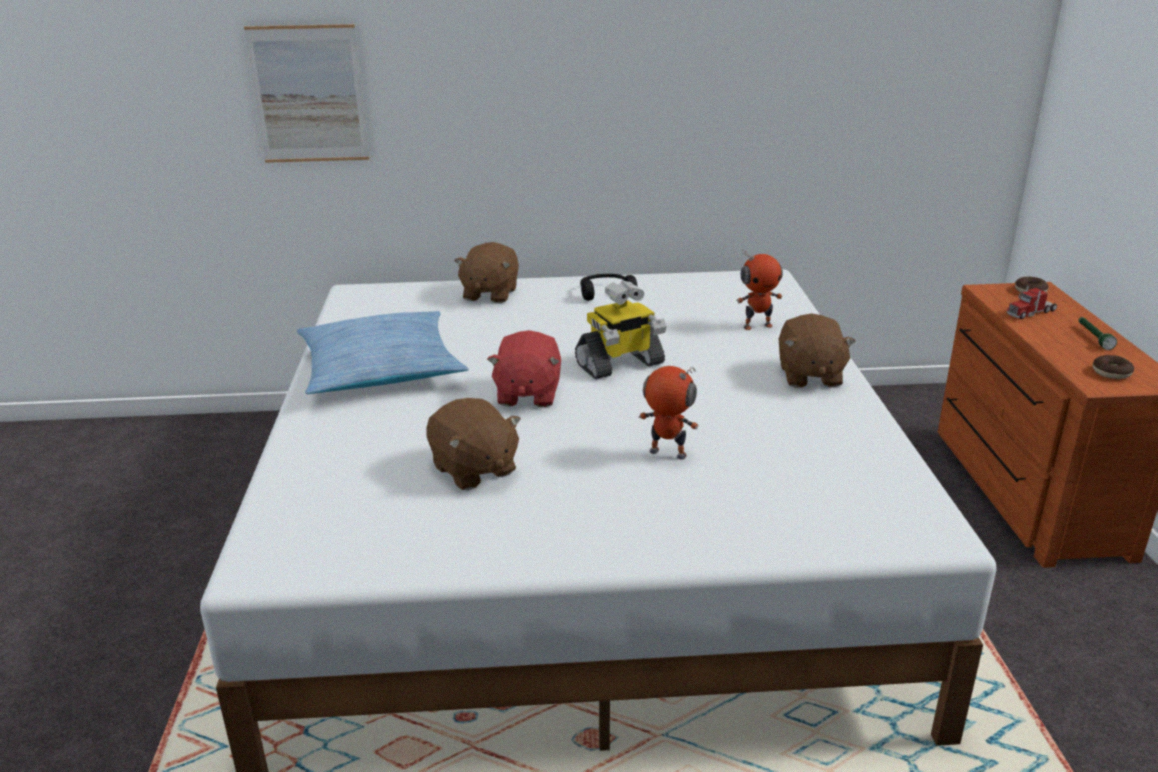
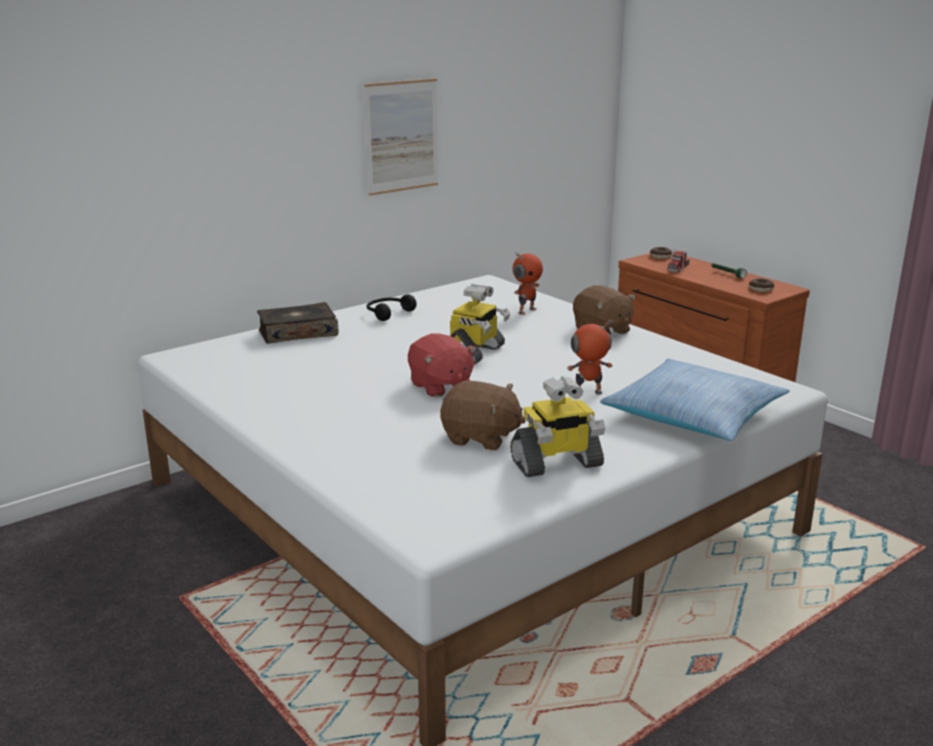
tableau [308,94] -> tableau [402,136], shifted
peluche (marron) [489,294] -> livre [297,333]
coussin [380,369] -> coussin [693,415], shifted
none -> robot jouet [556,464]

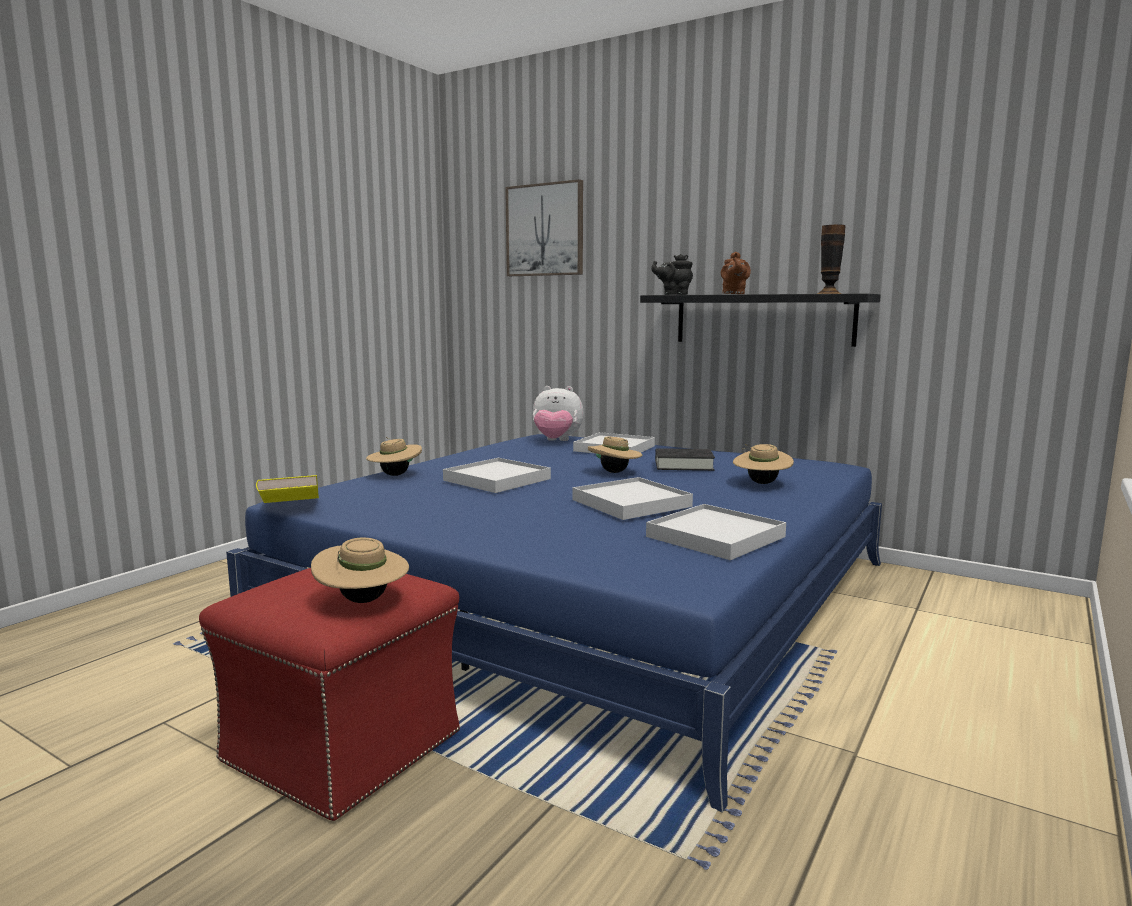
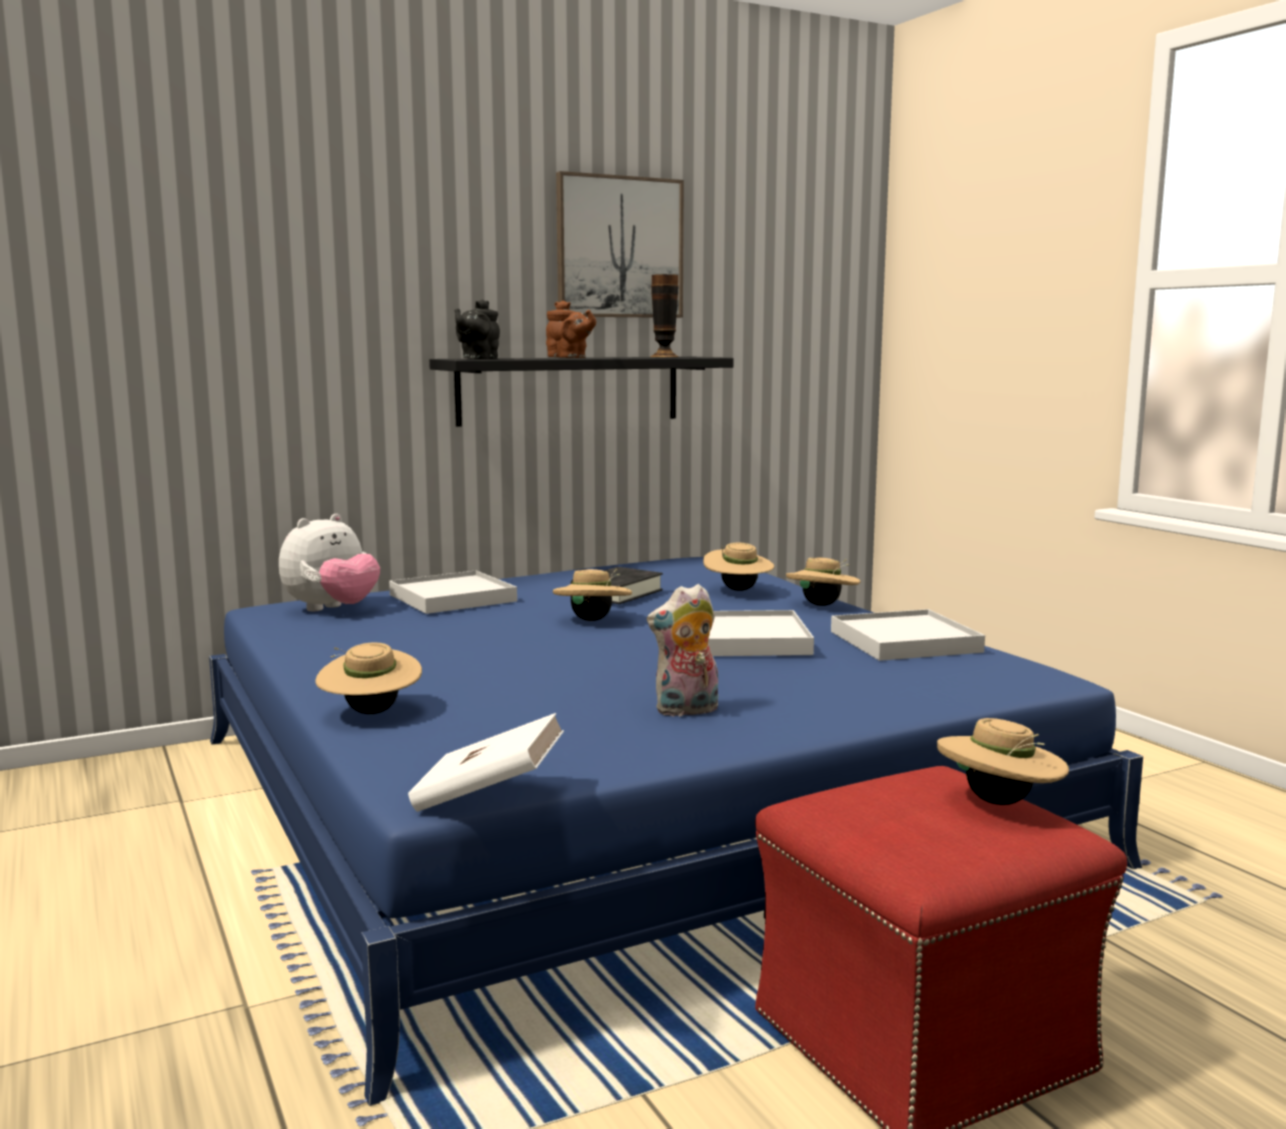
tableau [545,230] -> tableau [619,247], shifted
plateau (blanc) [497,480] -> none
livre (jaune) [290,508] -> livre (blanc) [488,796]
none -> chapeau (beige) [822,605]
none -> peluche [686,711]

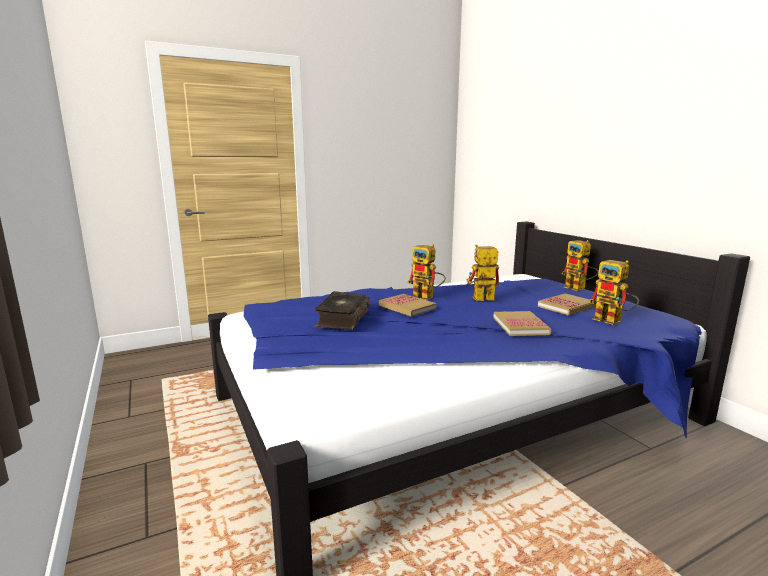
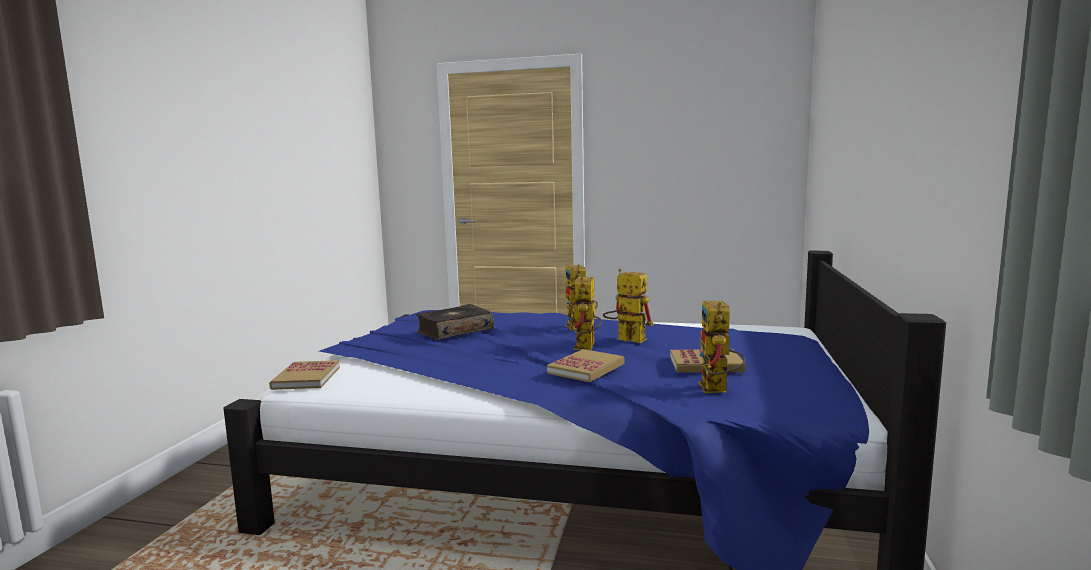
robot jouet [579,289] -> robot jouet [586,348], shifted
livre [407,307] -> livre [306,378], shifted

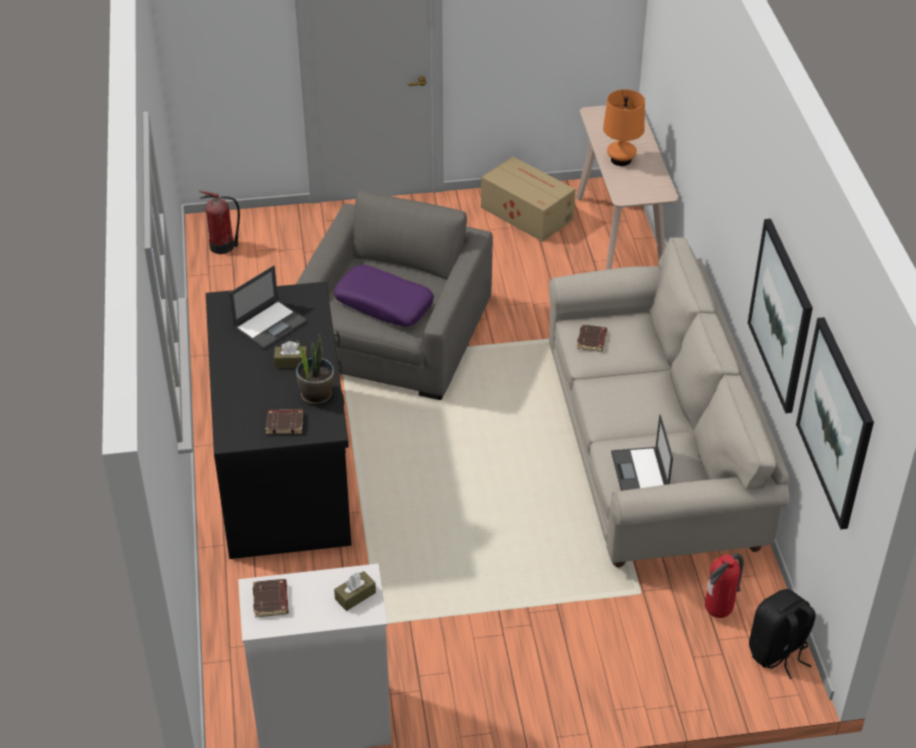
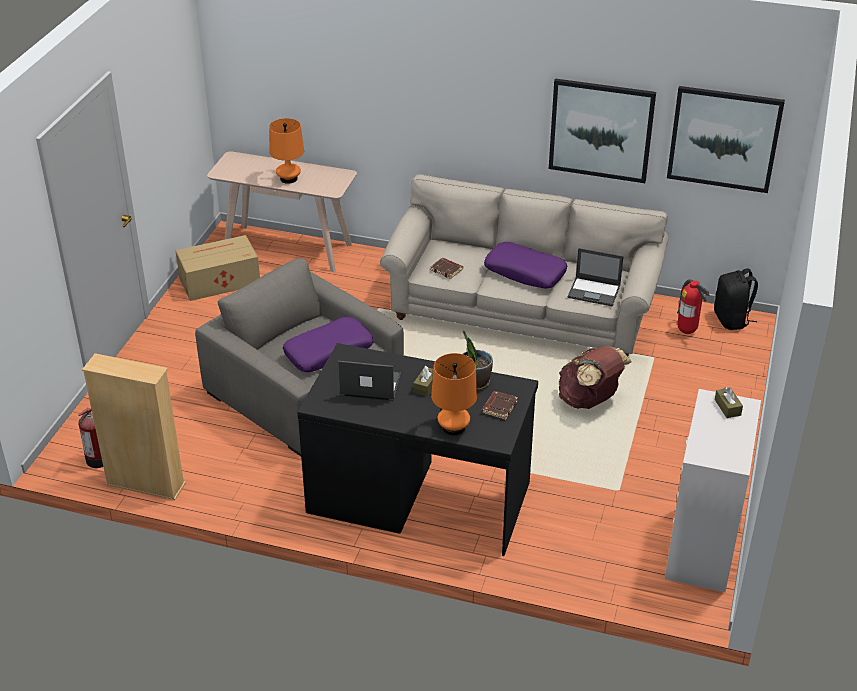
ordinateur portable [270,324] -> ordinateur portable [369,385], 60 degrees counterclockwise
livre (marron) [271,601] -> none
none -> coussin (violet) [525,272]
none -> sac à dos (marron) [589,400]
none -> bibliothèque (beige) [145,484]
none -> lampe de table (orange) [453,427]

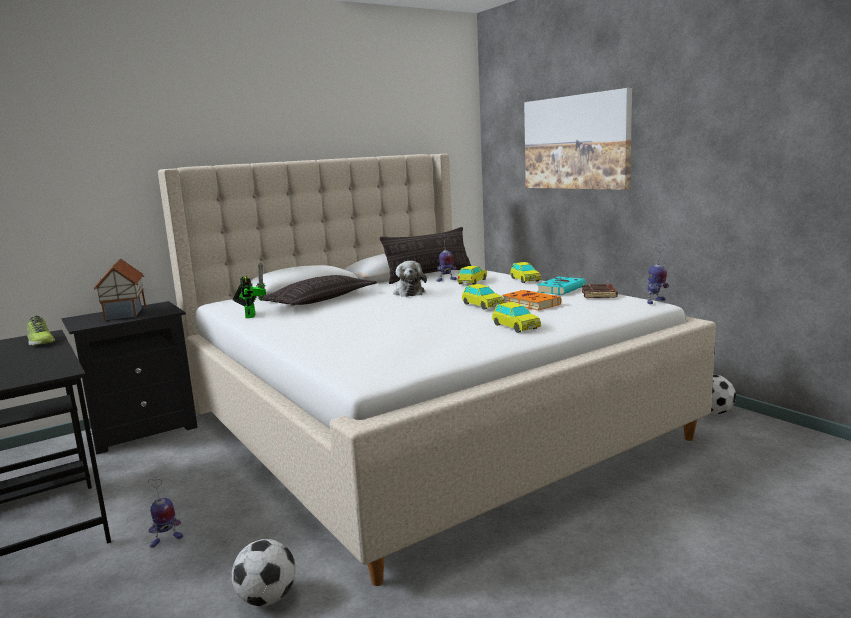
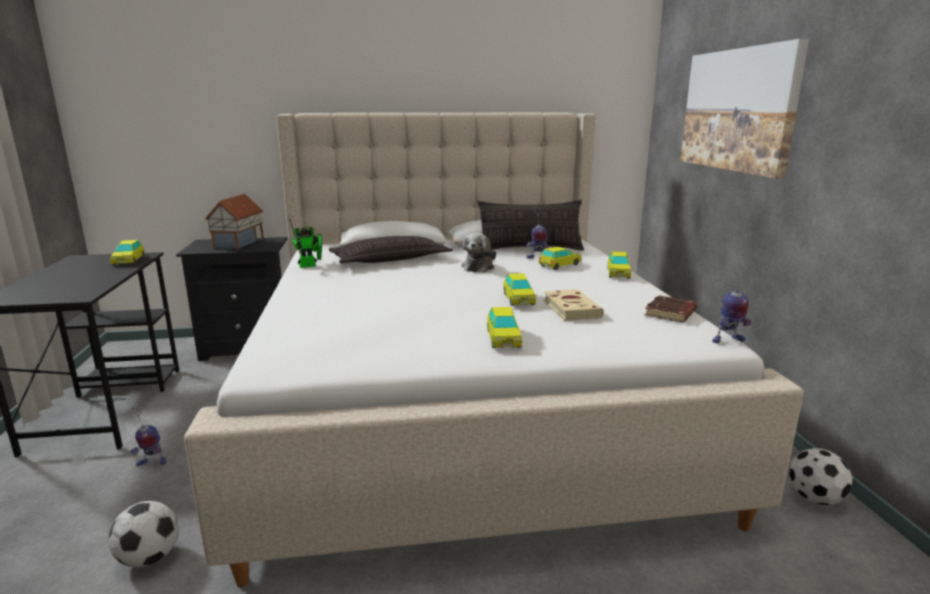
robot jouet [251,315] -> robot jouet [310,266], 45 degrees clockwise
livre (turquoise) [561,289] -> none
livre (orange) [529,303] -> livre (beige) [570,308]
chaussure [40,341] -> petite voiture [129,261]

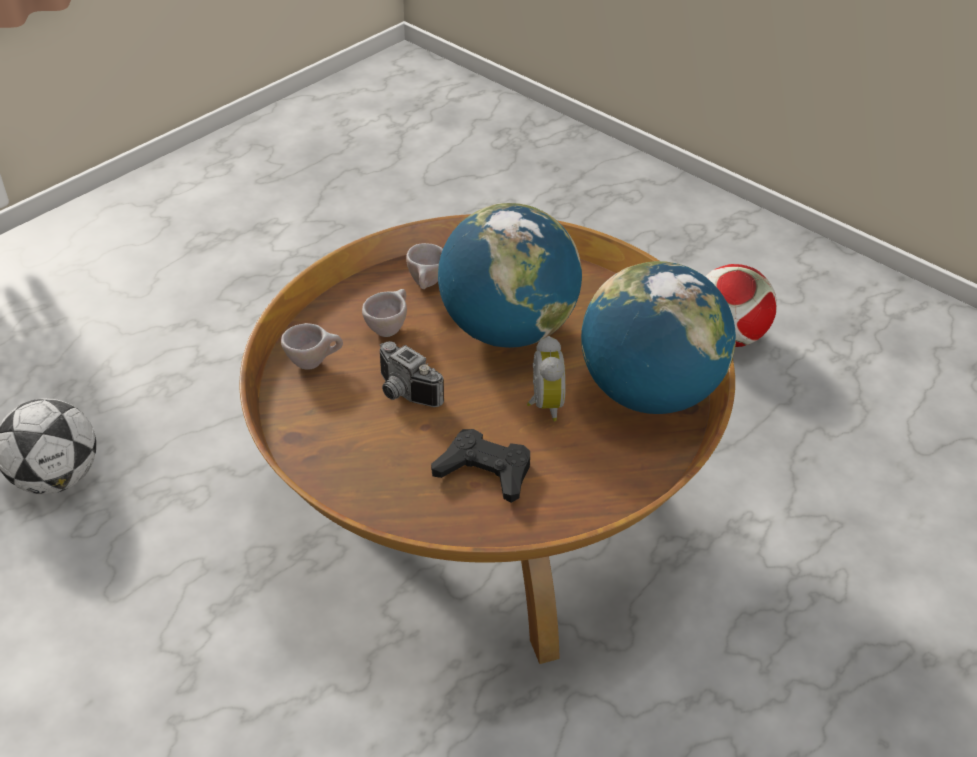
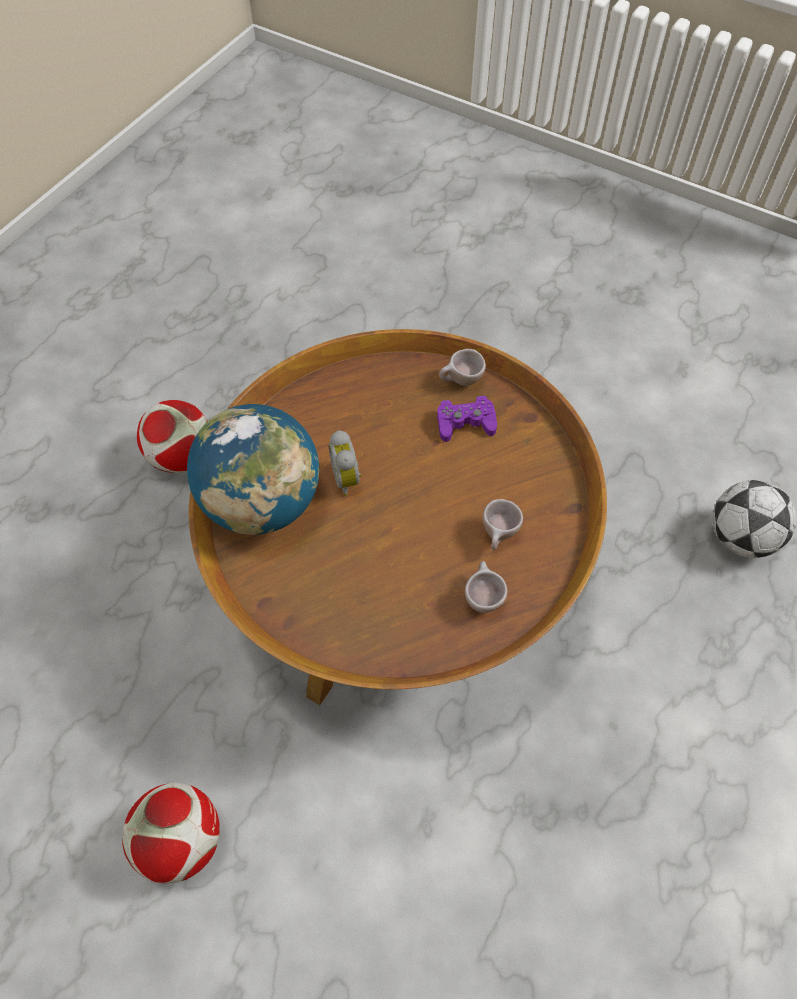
globe [507,330] -> none
tasse (beige) [314,362] -> tasse (beige) [460,382], shifted
appareil photo [403,394] -> none
manette (noir) [484,471] -> none
none -> manette (violet) [465,423]
none -> ballon de foot [182,456]

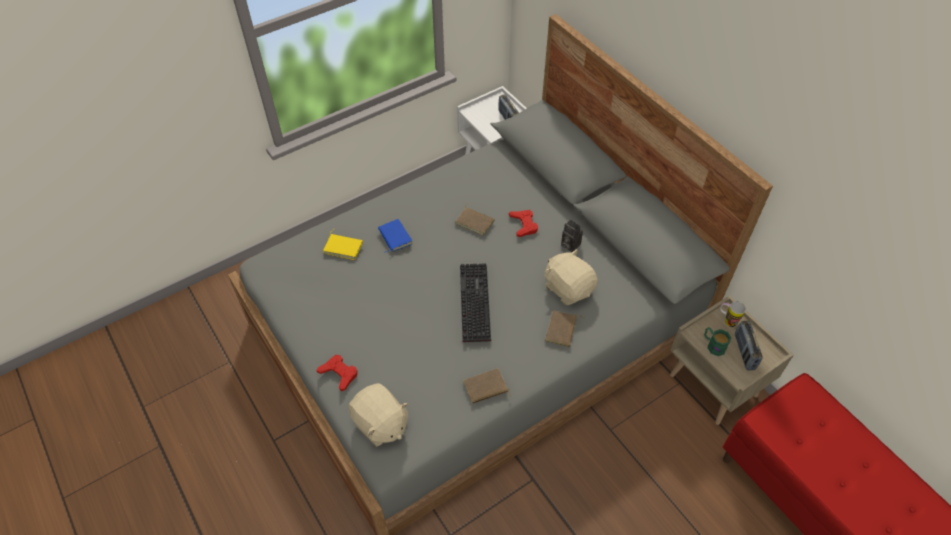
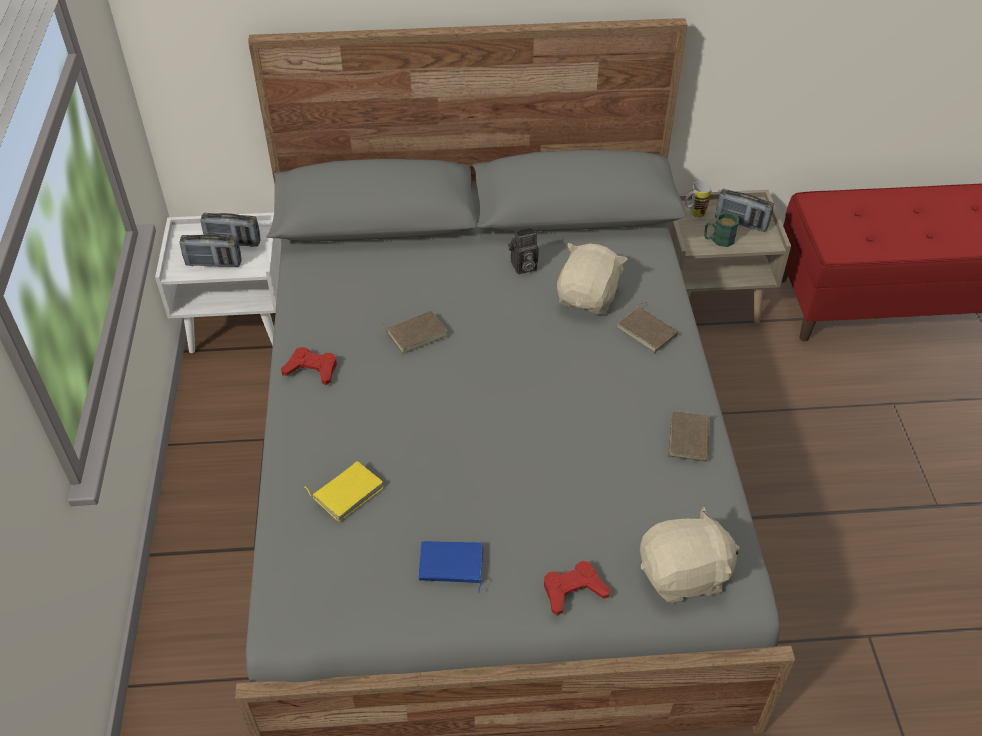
manette (rouge) [523,225] -> manette (rouge) [311,369], shifted
livre (bleu) [394,237] -> livre (bleu) [450,566], shifted
peluche (beige) [568,288] -> peluche (beige) [588,297], 120 degrees clockwise
clavier [473,301] -> none
none -> radio [214,263]

